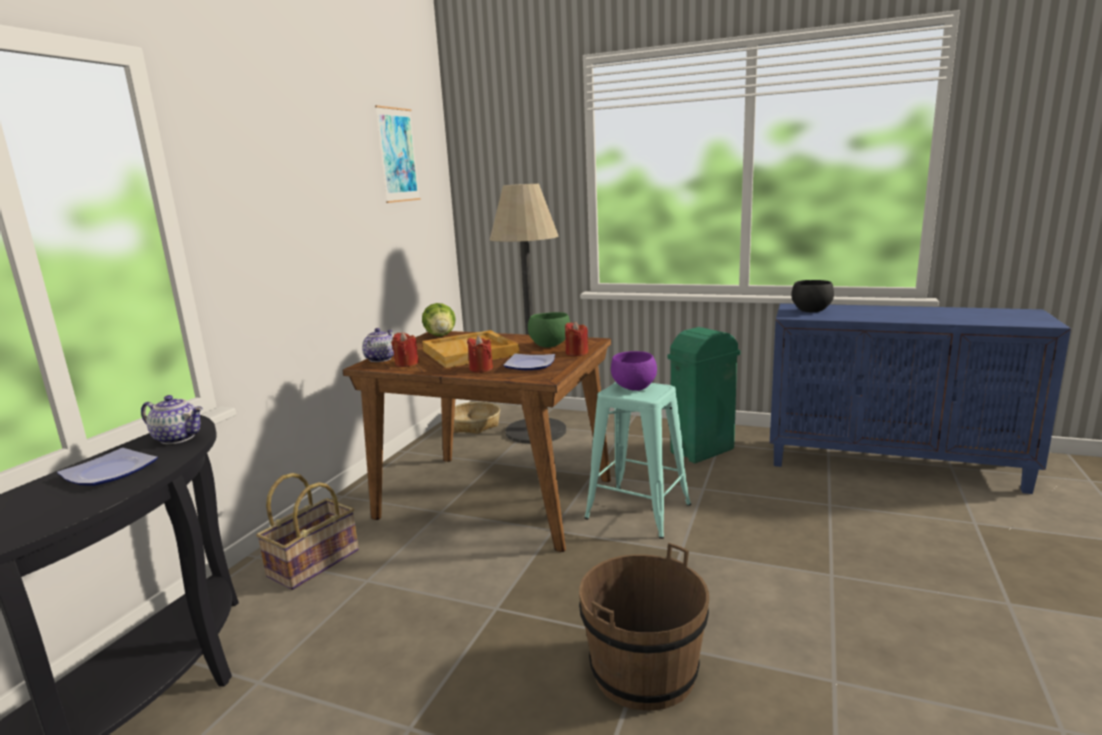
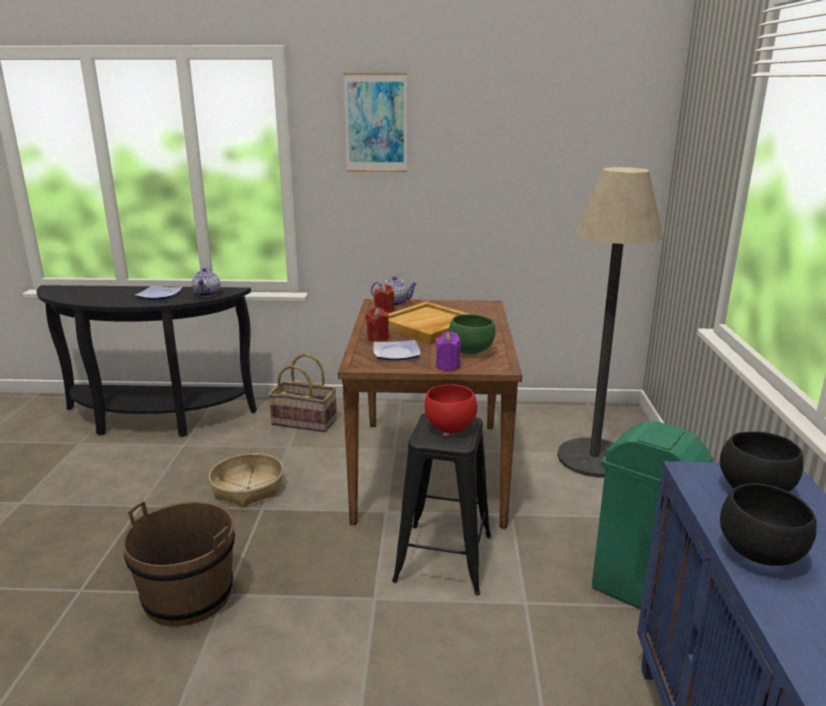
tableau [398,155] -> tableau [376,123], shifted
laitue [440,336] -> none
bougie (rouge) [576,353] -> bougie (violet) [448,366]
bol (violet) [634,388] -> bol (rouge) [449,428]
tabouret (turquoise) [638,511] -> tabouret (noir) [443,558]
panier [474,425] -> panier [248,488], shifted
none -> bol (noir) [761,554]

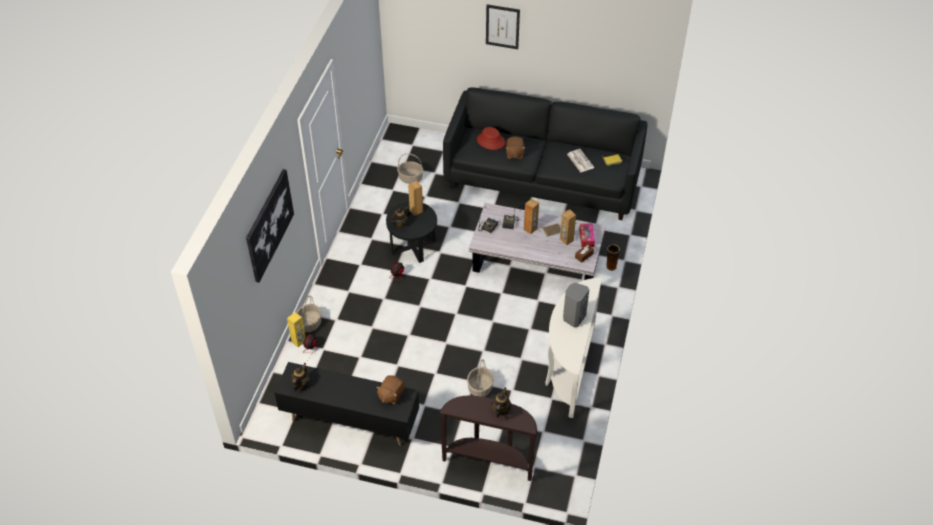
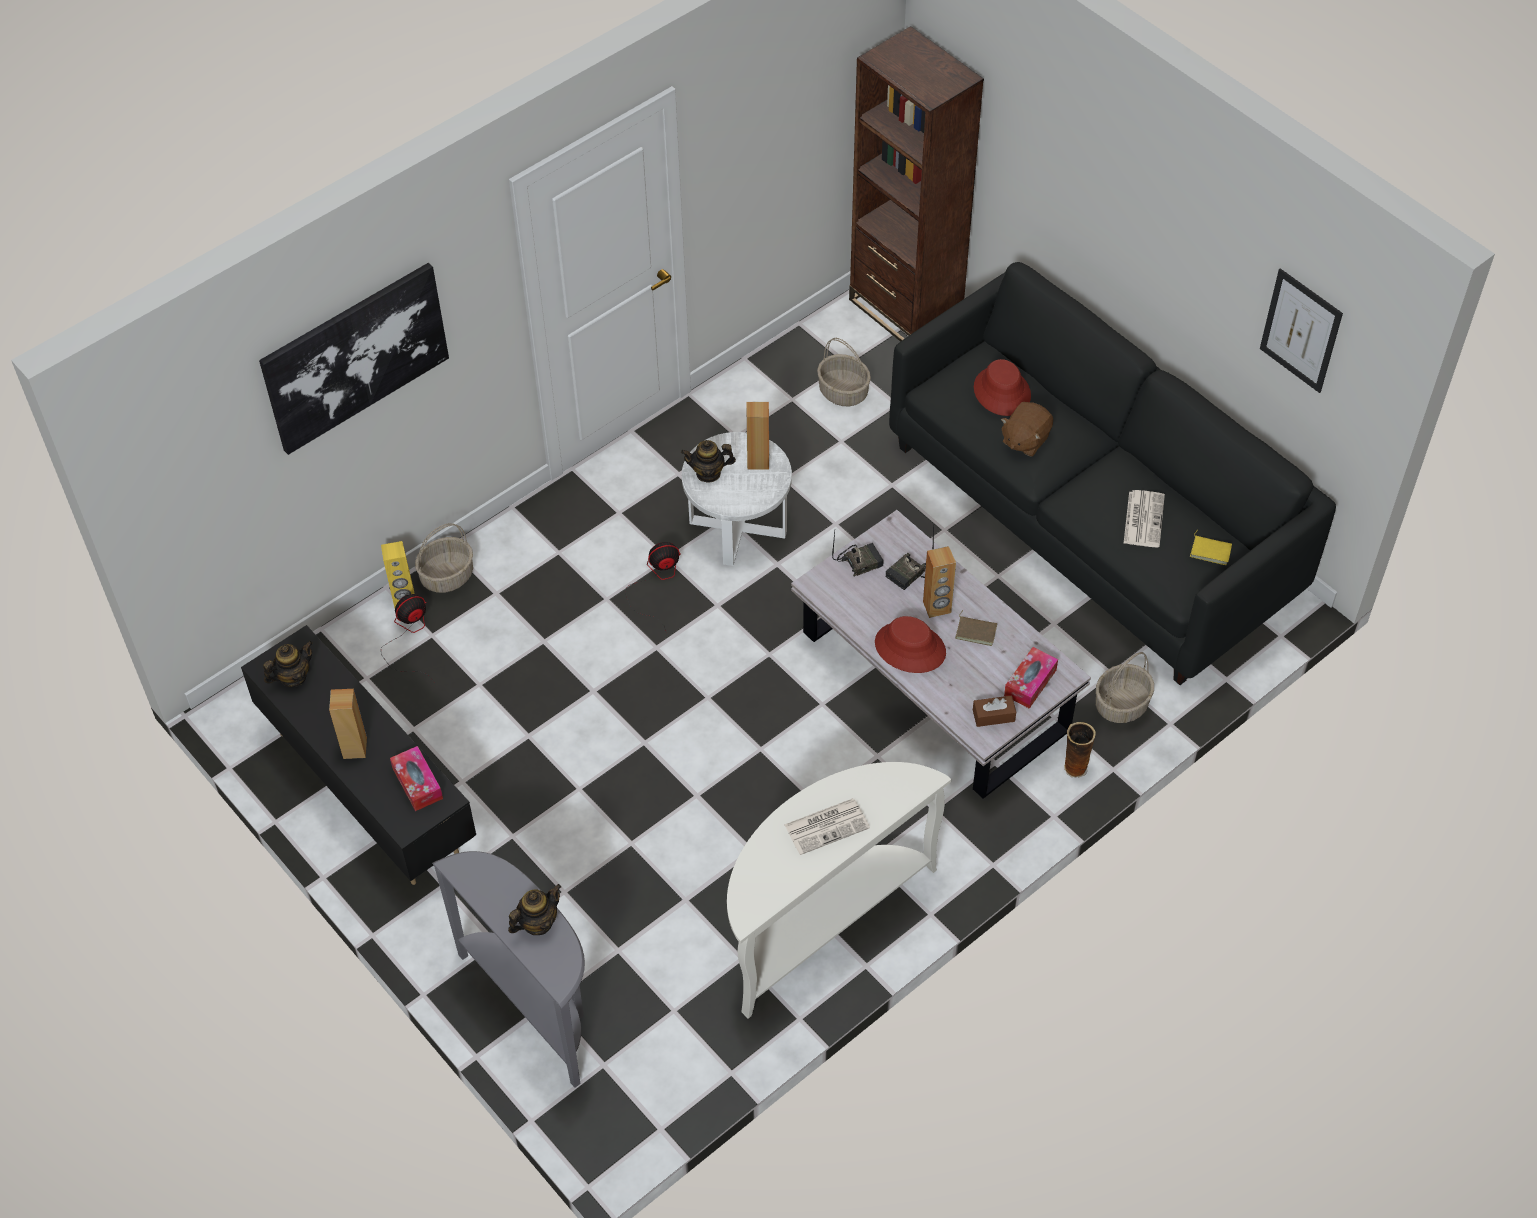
tableau [502,26] -> tableau [1301,330], shifted
table d'appoint (noir) [413,246] -> table d'appoint (blanc) [738,527]
enceinte (marron) [566,240] -> enceinte (marron) [354,748], shifted
enceinte (gris) [573,317] -> journal [827,826]
panier [480,387] -> panier [1121,705], shifted
peluche (marron) [391,395] -> boîte à mouchoirs [417,783]
table console (marron) [489,460] -> table console (gris) [535,1004]
none -> bibliothèque (marron) [905,310]
none -> chapeau (rouge) [910,648]

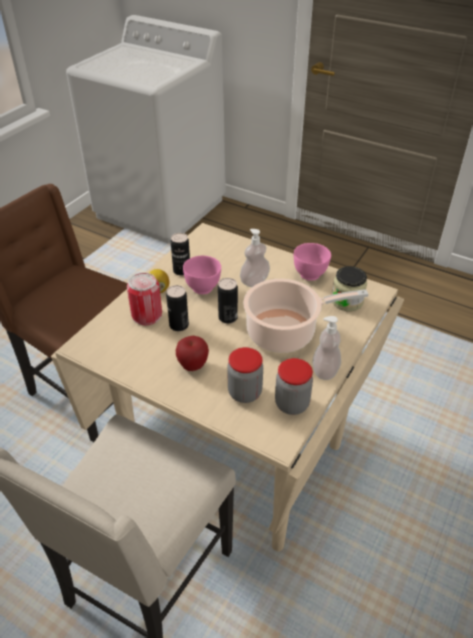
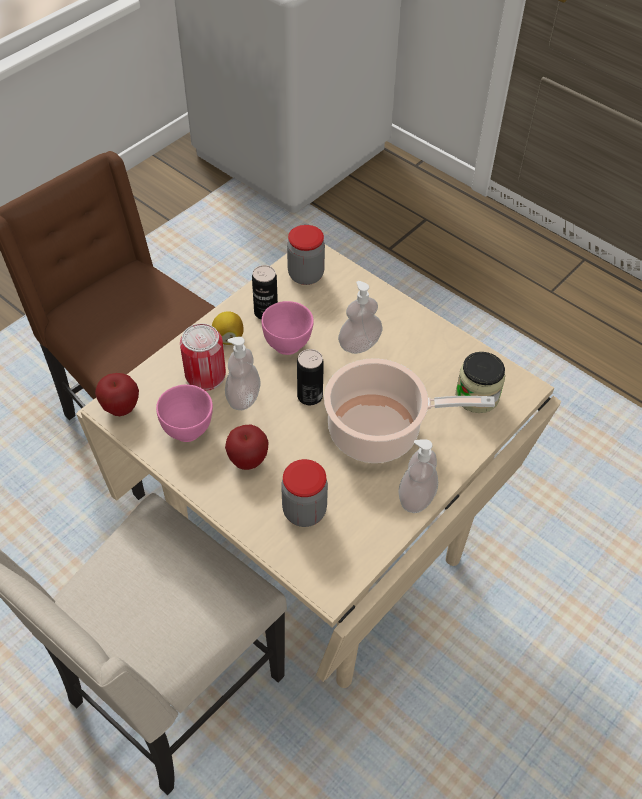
bol (rose) [310,274] -> bol (rose) [188,429], shifted
boîte métallique [179,325] -> distributeur de savon [243,397]
bocal [292,404] -> bocal [306,275], shifted
none -> pomme [121,408]

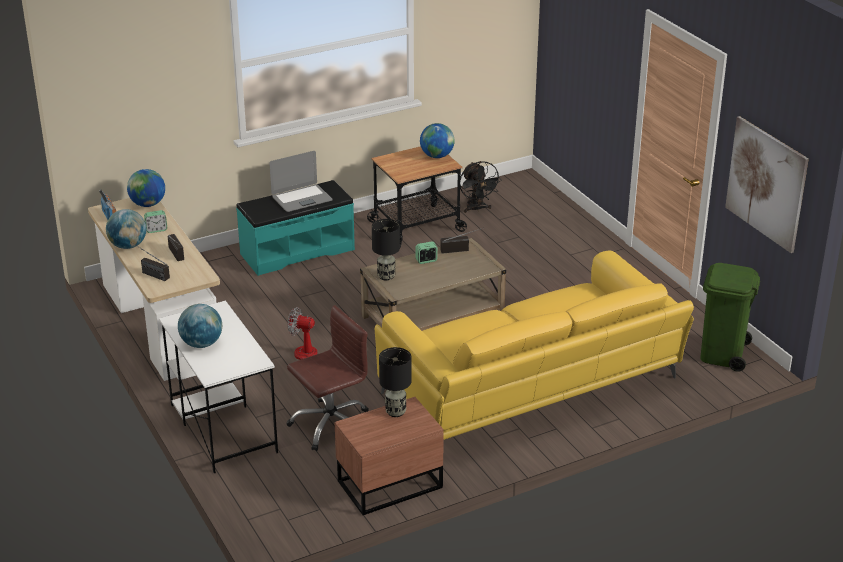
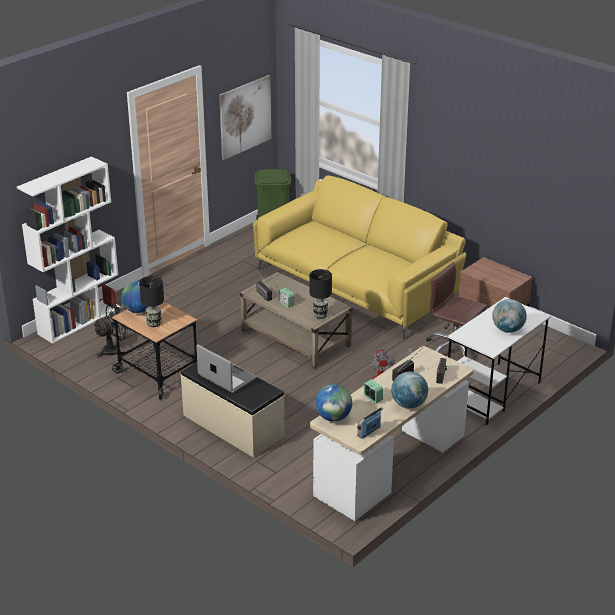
banc (turquoise) [297,251] -> banc (beige) [232,426]
lampe de table (noir) [395,412] -> lampe de table (noir) [154,324], shifted
none -> bibliothèque (blanc) [80,320]

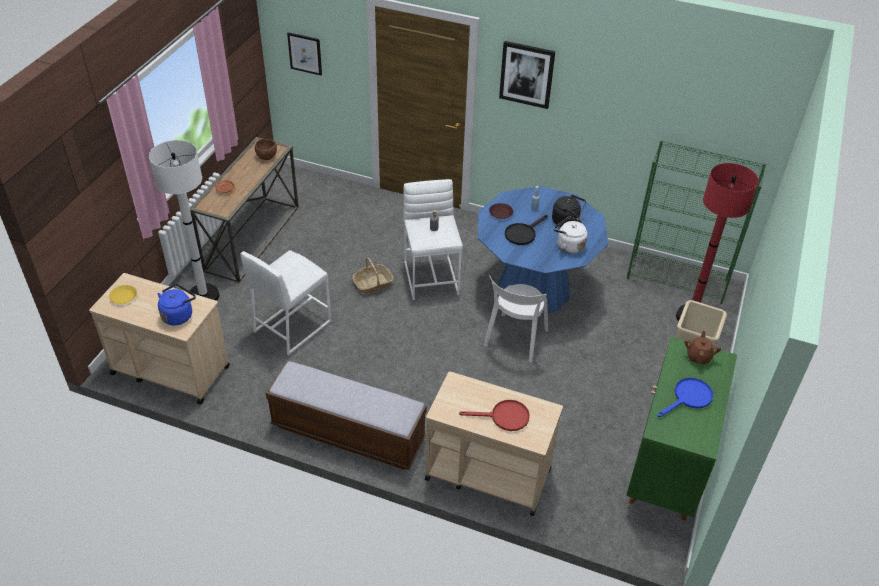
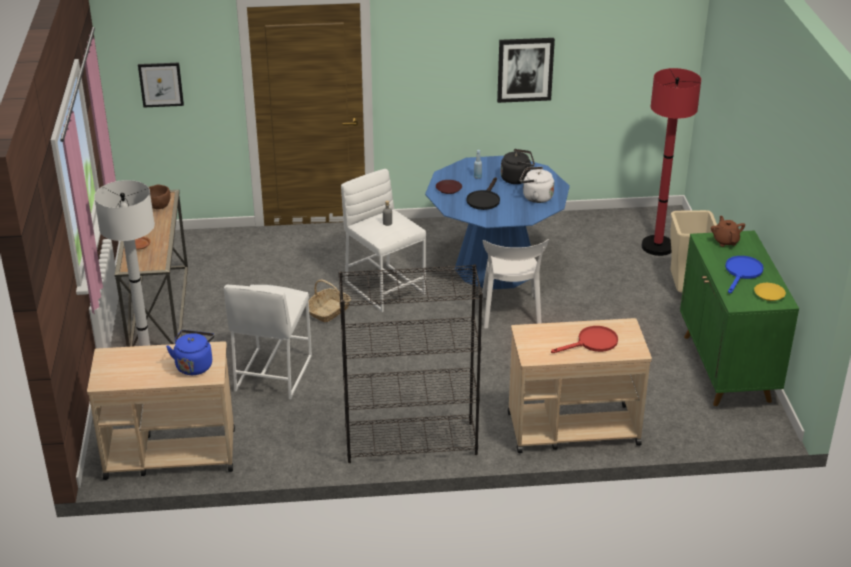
tableau [527,74] -> tableau [525,69], shifted
bibliothèque (vert) [677,279] -> none
assiette (jaune) [123,296] -> assiette (jaune) [768,294], shifted
banc [348,433] -> bibliothèque (noir) [410,443]

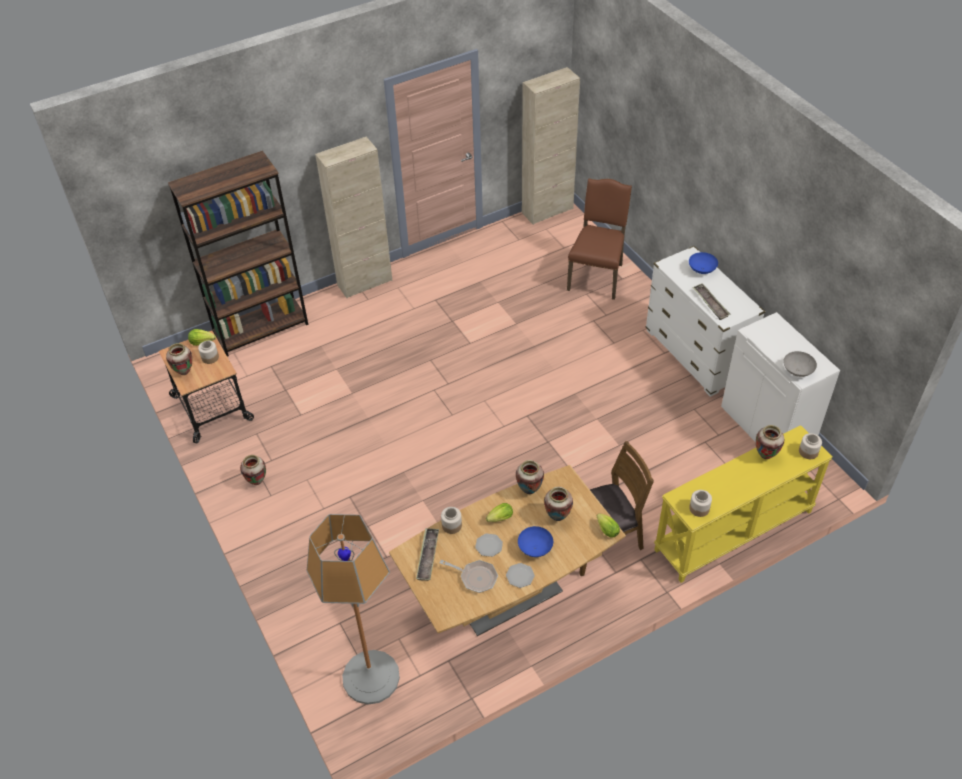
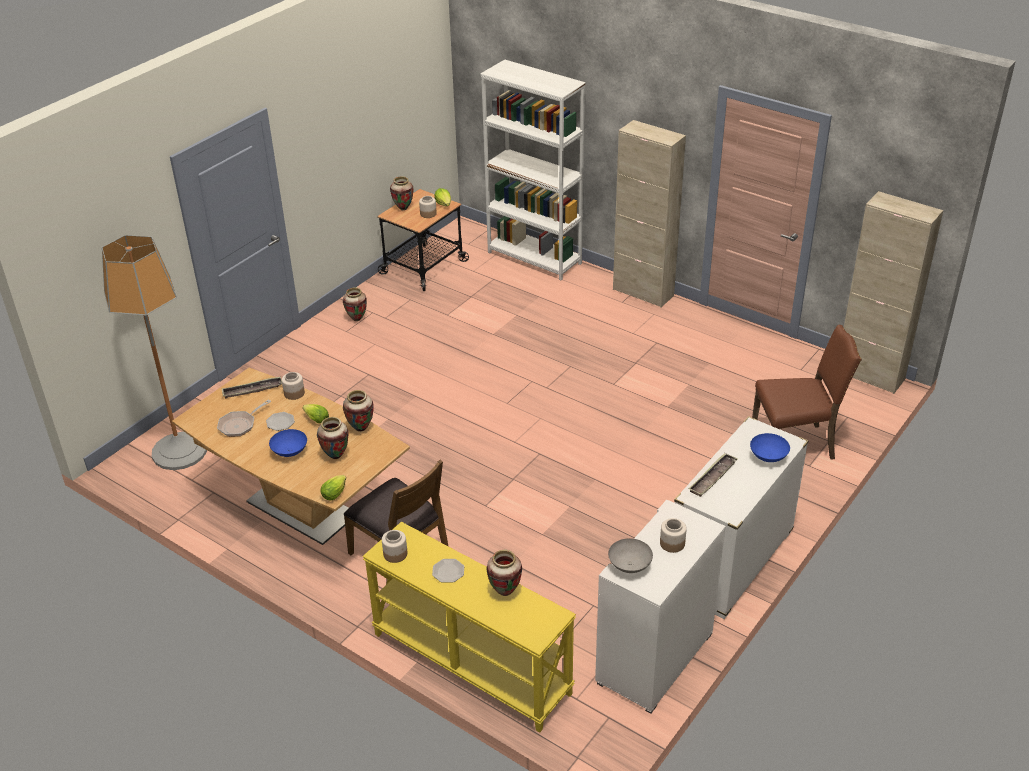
bibliothèque (marron) [261,329] -> bibliothèque (blanc) [534,258]
bocal [808,452] -> bocal [672,543], shifted
poêle [475,577] -> poêle [240,425], 45 degrees clockwise
assiette [520,576] -> assiette [448,572], shifted

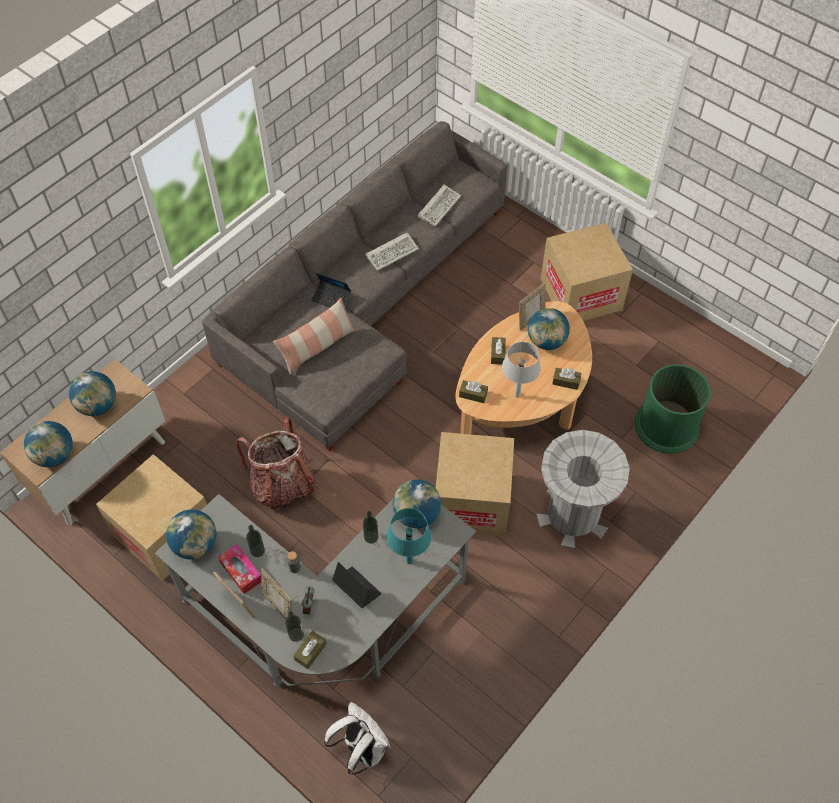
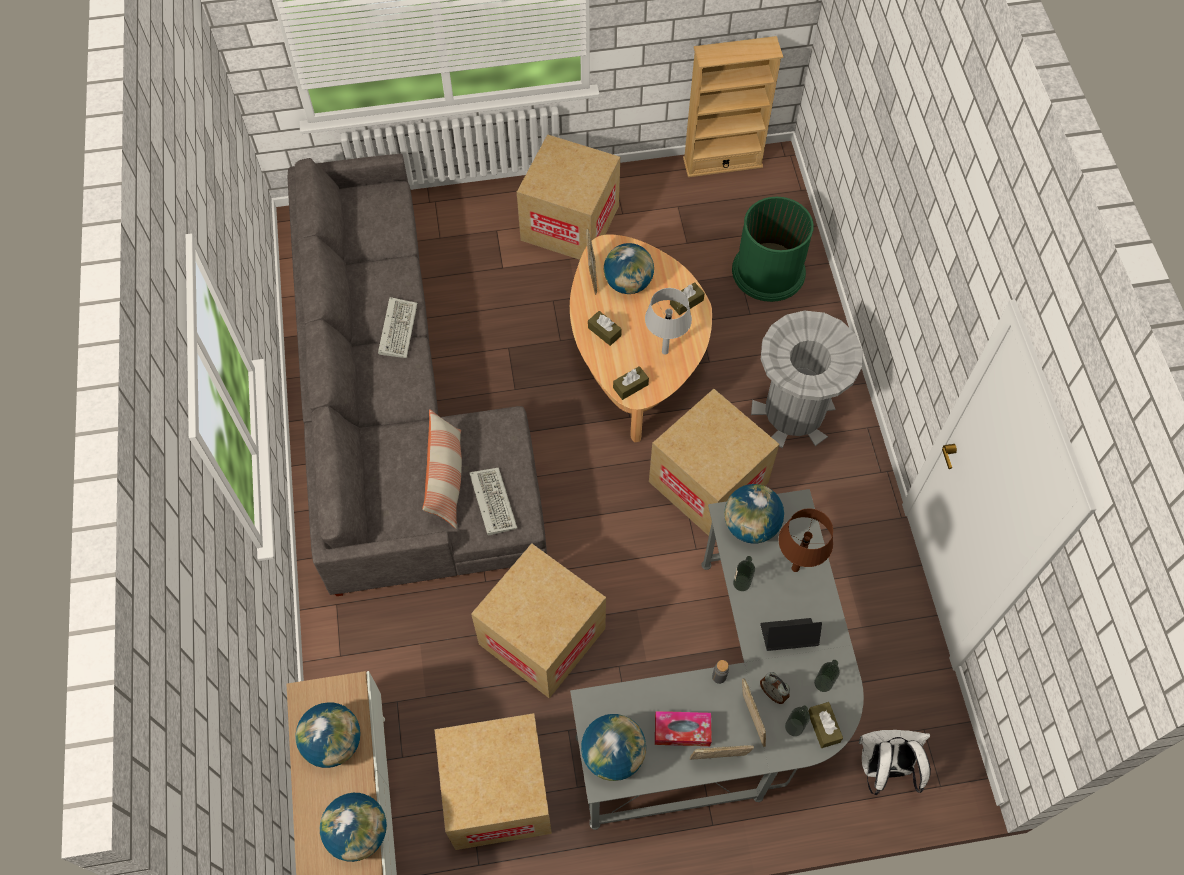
clavier [439,206] -> clavier [491,501], shifted
ordinateur portable [331,298] -> none
sac à dos [283,485] -> carton [542,636]
lampe de table (turquoise) [409,560] -> lampe de table (marron) [795,567]
bouteille [257,550] -> bouteille [823,683], shifted
cadre photo [279,606] -> cadre photo [750,721], 105 degrees counterclockwise
none -> bibliothèque (beige) [722,162]

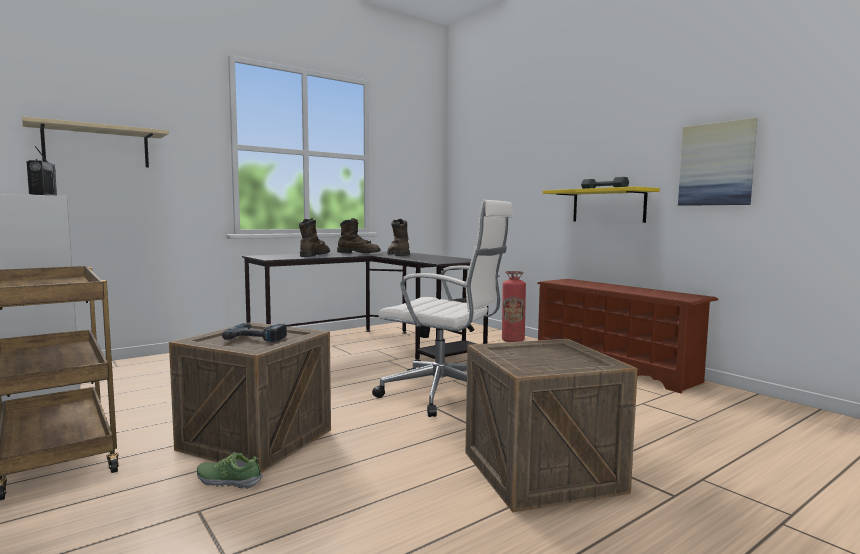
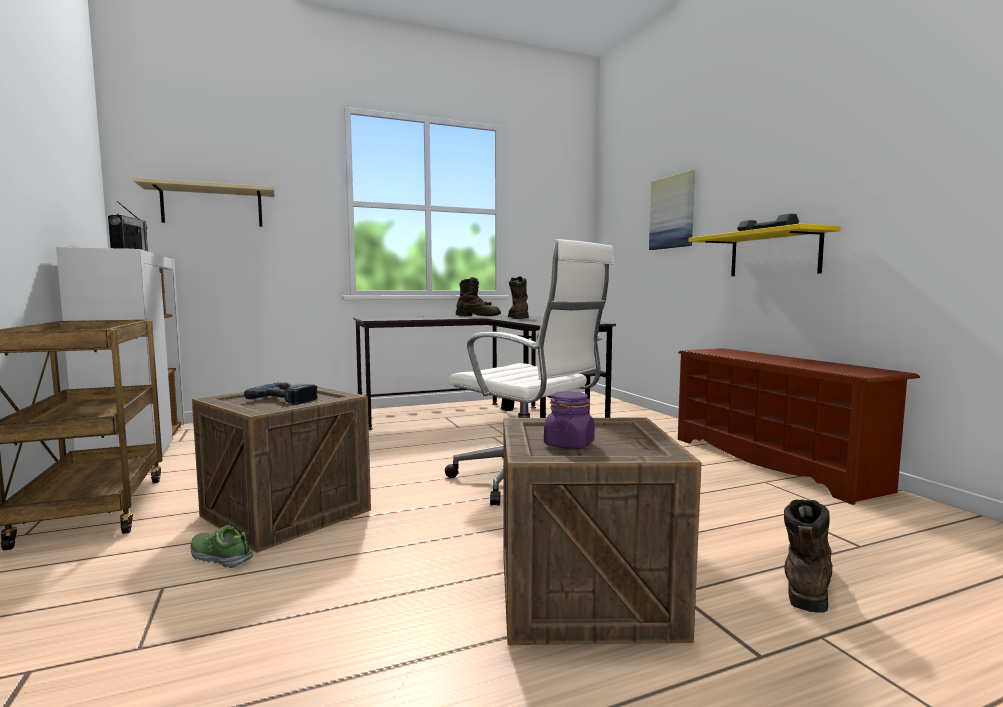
tableau [716,164] -> tableau [672,212], shifted
botte (marron) [314,255] -> botte (marron) [806,584], shifted
extincteur [513,340] -> none
none -> bocal (violet) [569,444]

